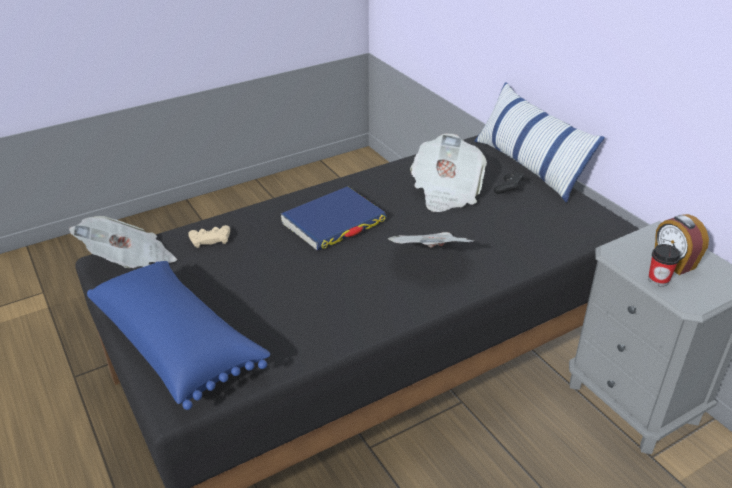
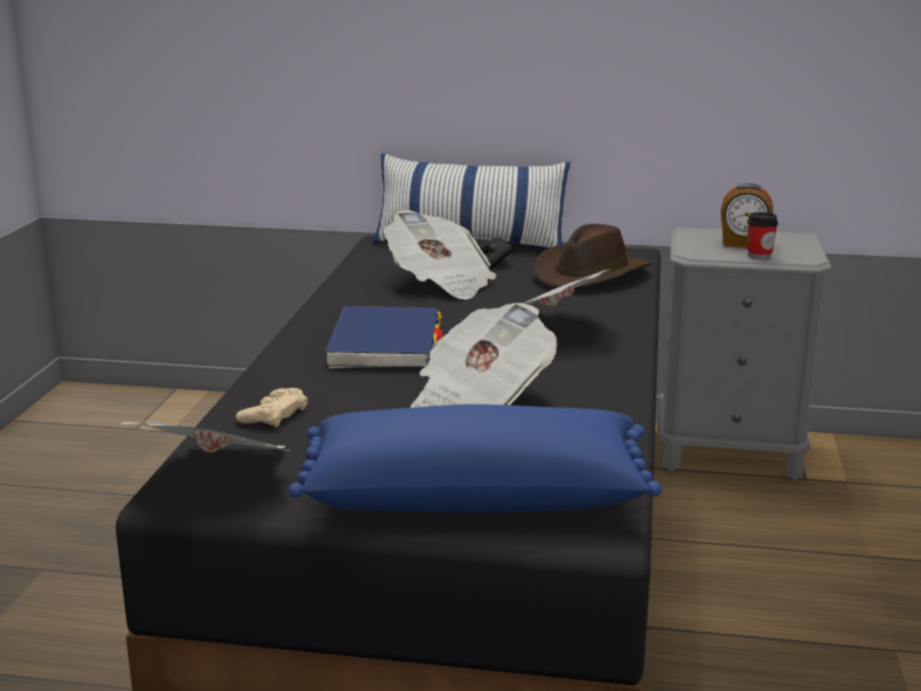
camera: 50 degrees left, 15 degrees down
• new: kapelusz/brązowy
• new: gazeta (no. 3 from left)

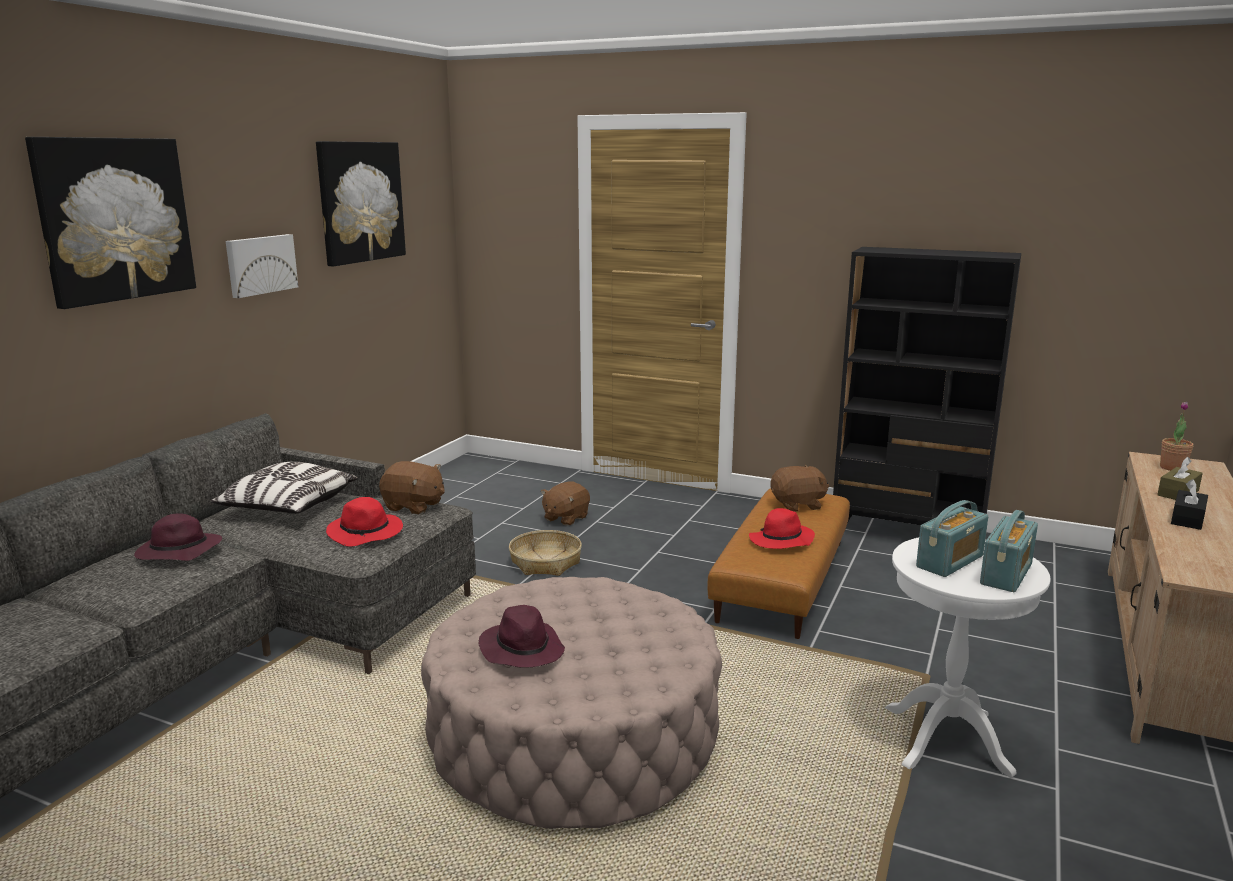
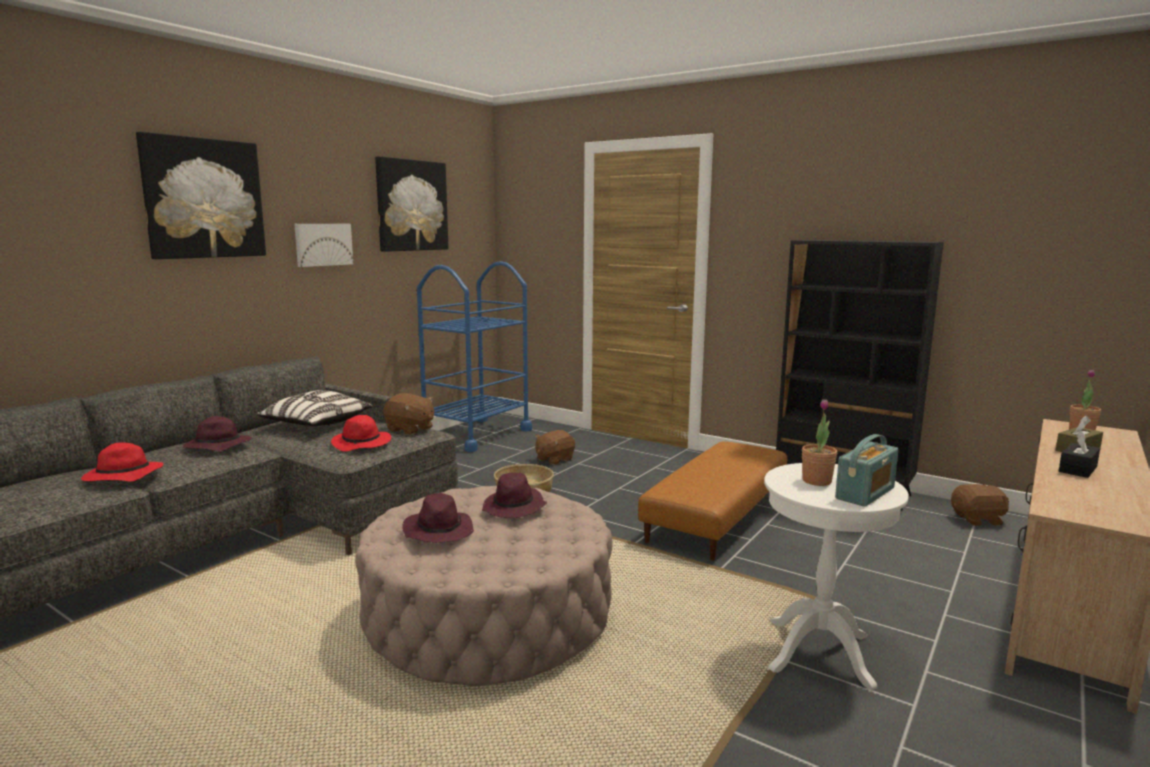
camera: 10 degrees right, 5 degrees down
• shifted: pluszak/brązowy (no. 3 from left)
• swapped: radio (no. 1 from left) to roślina doniczkowa (no. 1 from left)
• shifted: kapelusz/czerwony (no. 2 from left in the first image) to kapelusz/czerwony (no. 1 from left)
• new: wózek/niebieski
• new: kapelusz/fioletowy (no. 3 from left)

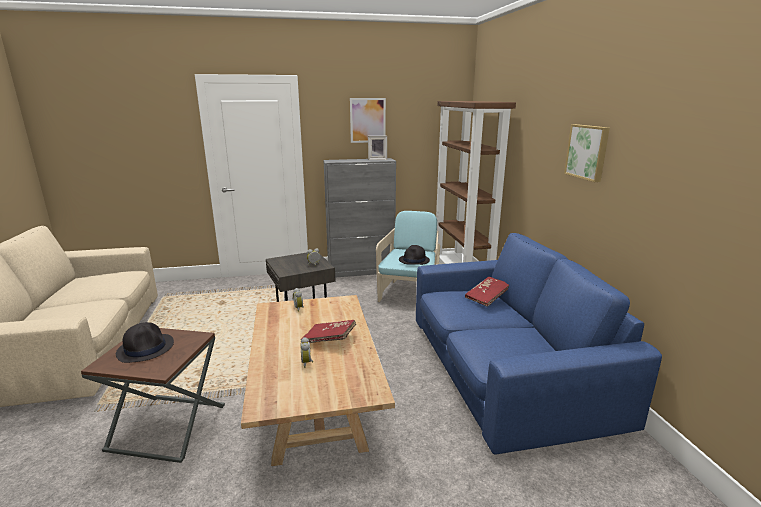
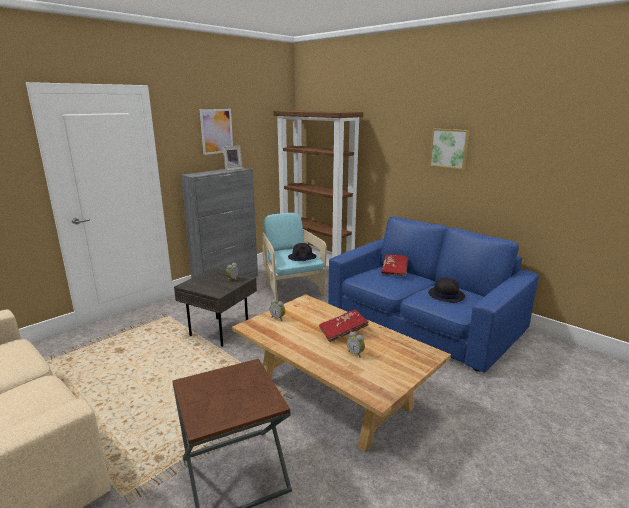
camera: 35 degrees left, 0 degrees up
• shifted: kapelusz/czarny (no. 1 from left in the first image) to kapelusz/czarny (no. 2 from left)

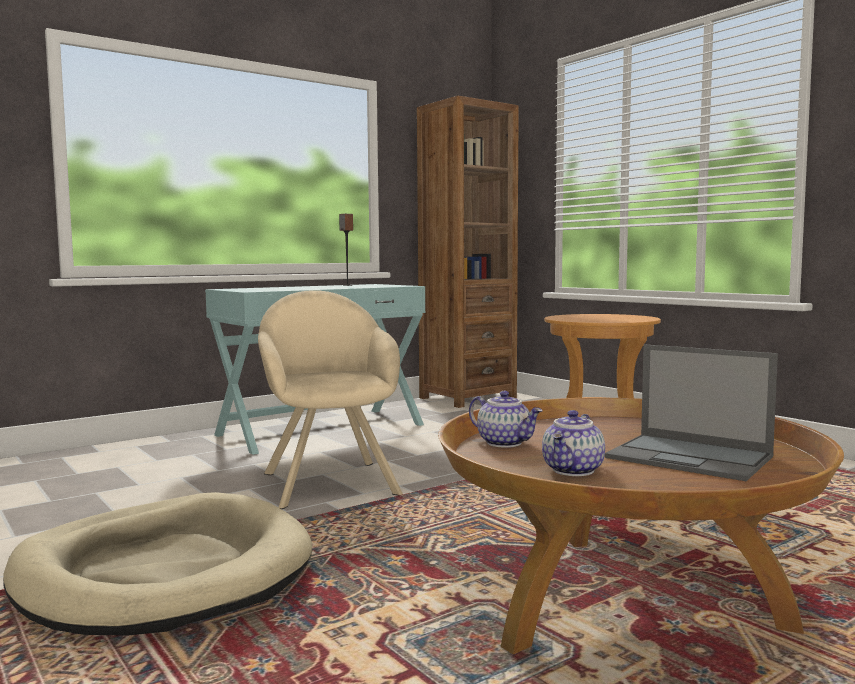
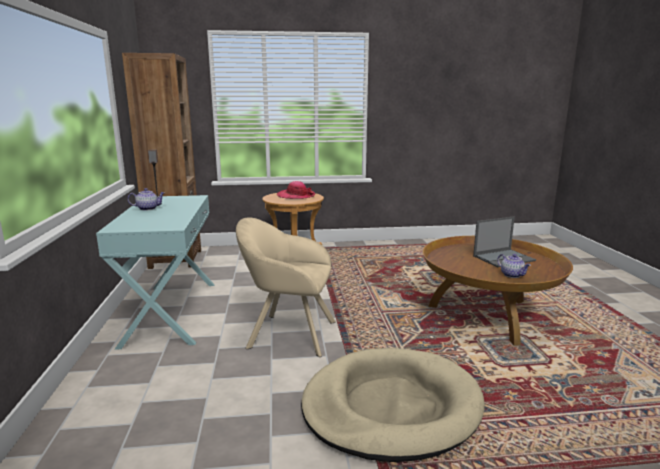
camera: 60 degrees left, 10 degrees up
• shifted: imbryk (no. 1 from left)
• new: kapelusz

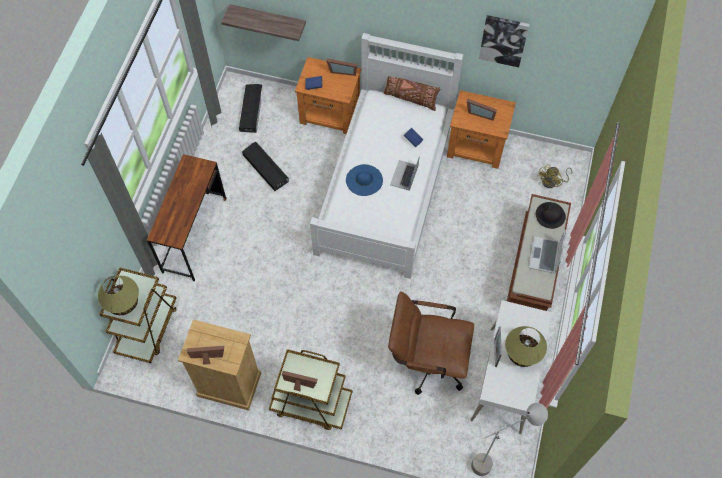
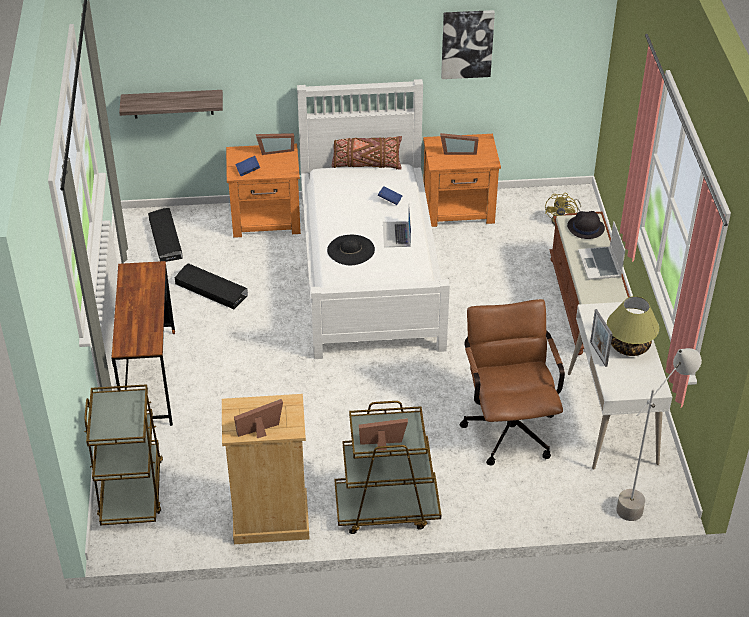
camera: 20 degrees left, 20 degrees down
• repainted: kapelusz/niebieski to kapelusz/czarny (no. 1 from left)
• gone: lampa stołowa (no. 1 from left)
• rotated: krzesło biurowe/brązowy 90 degrees clockwise

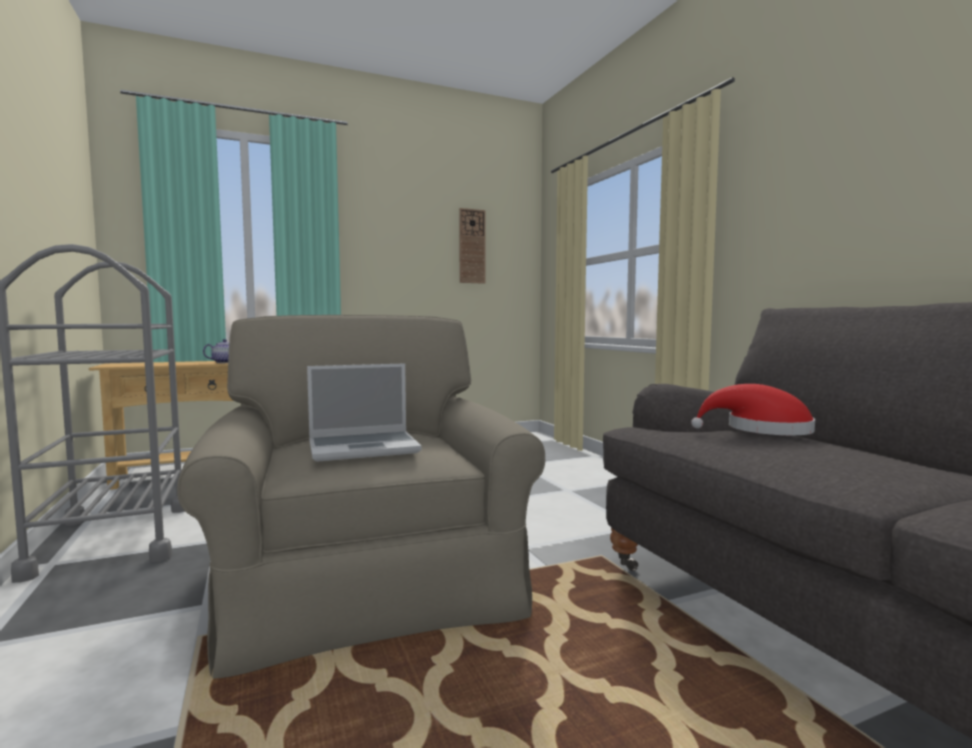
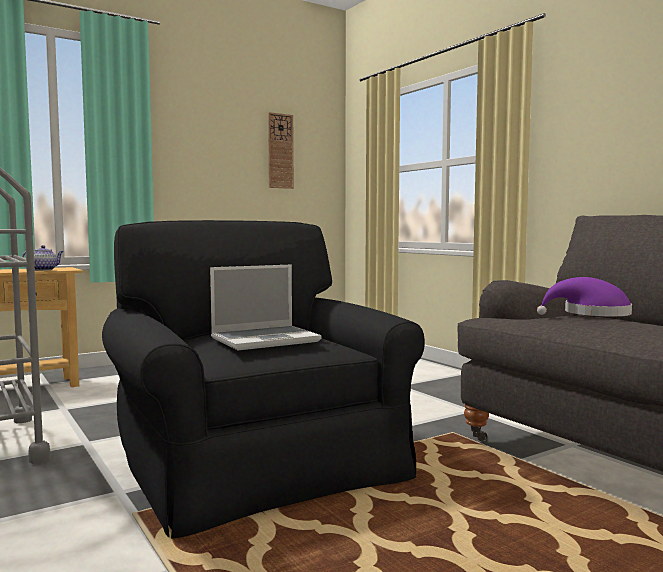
camera: 10 degrees left, 0 degrees up
• repainted: fotel/beżowy to fotel/czarny
• repainted: kapelusz/czerwony to kapelusz/fioletowy

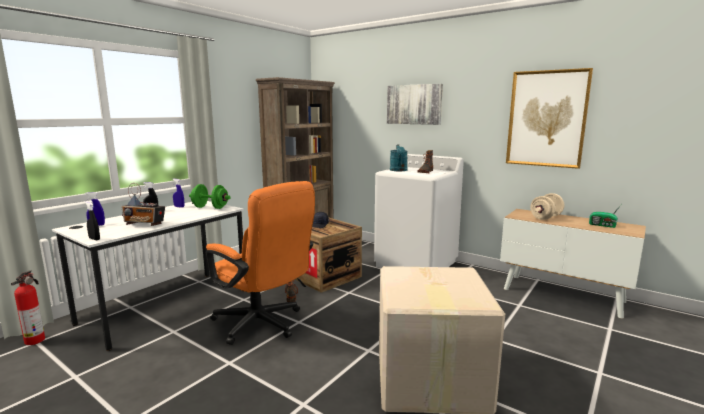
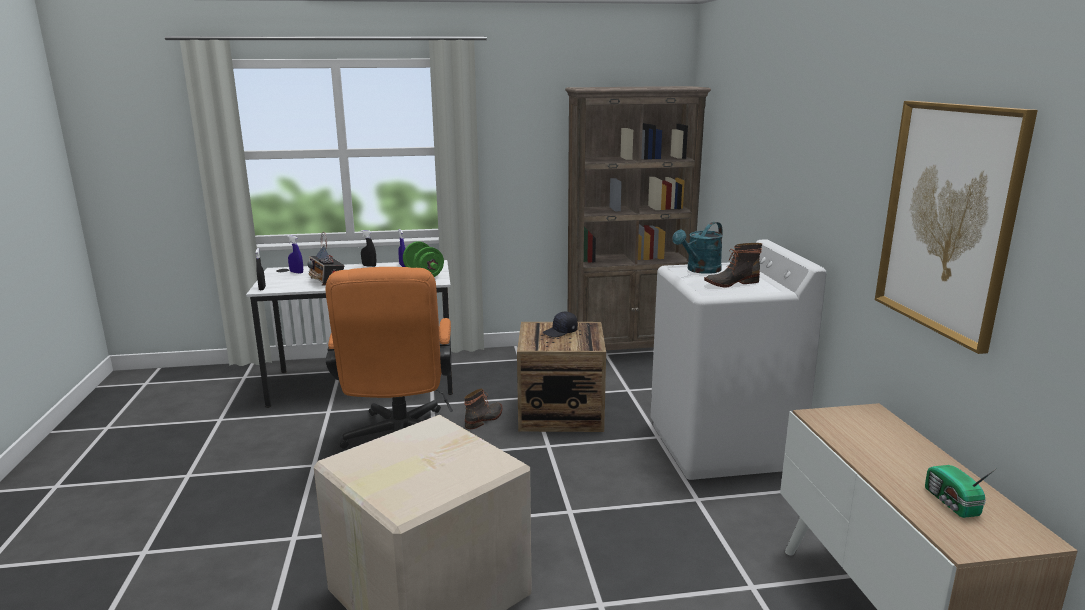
camera: 45 degrees right, 5 degrees up
• gone: obraz (no. 1 from left)
• gone: hantel/beżowy
• gone: gaśnica

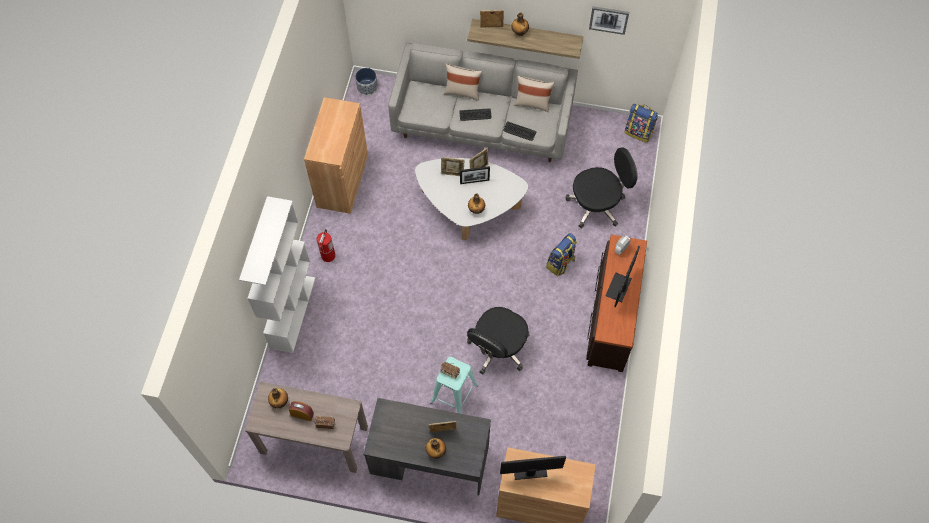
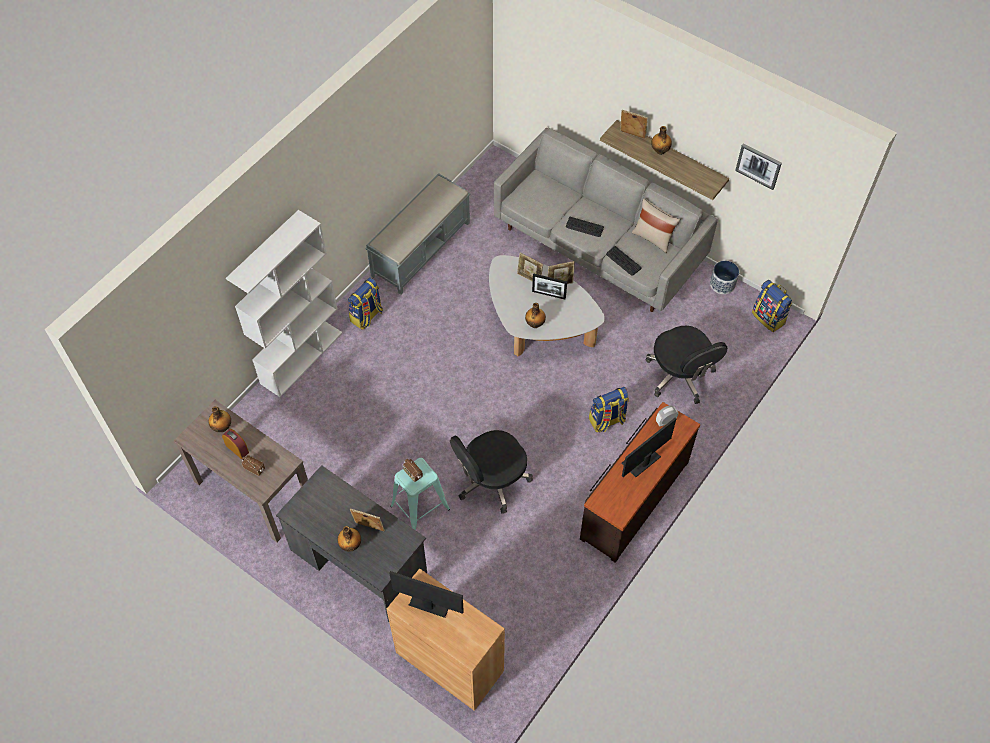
camera: 25 degrees right, 5 degrees down
• gone: poduszka/beżowy (no. 1 from left)
• shifted: donica
• swapped: szafka/brązowy (no. 1 from left) to ławka/szary
• rotated: krzesło biurowe/czarny (no. 2 from left) 60 degrees clockwise
• swapped: gaśnica to plecak (no. 1 from left)

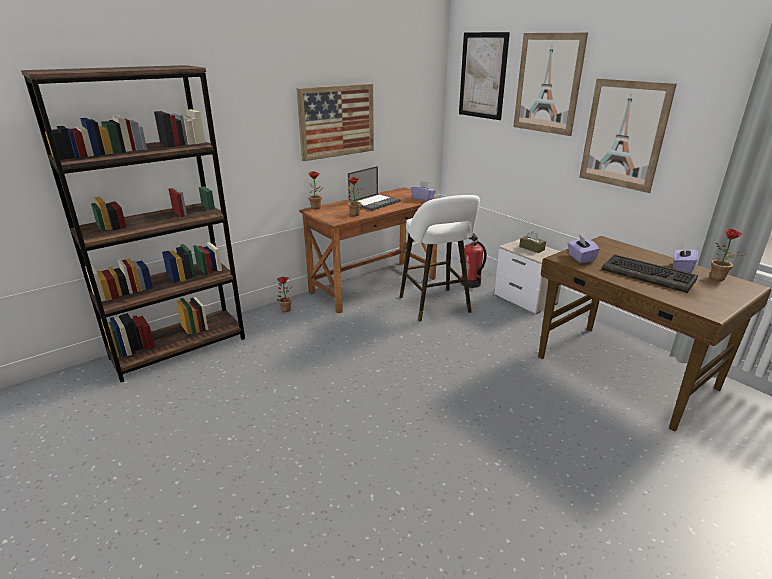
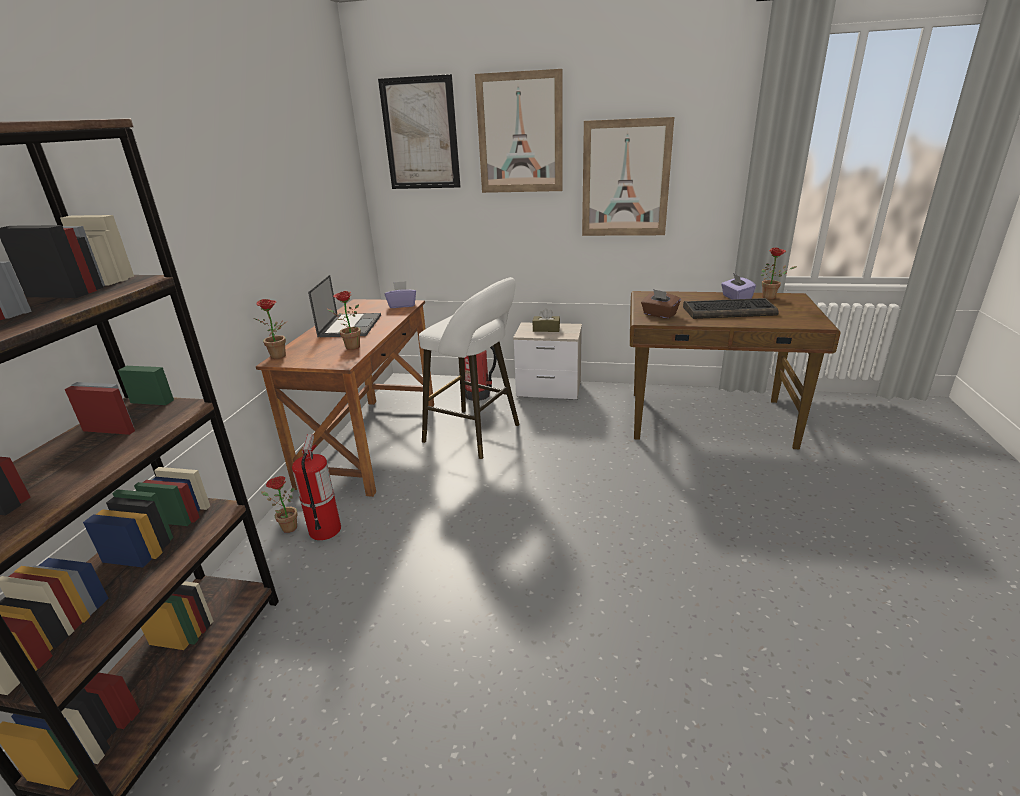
camera: 40 degrees left, 0 degrees up
• gone: obraz (no. 1 from left)
• repainted: pudełko chusteczek/fioletowy (no. 2 from left) to pudełko chusteczek/brązowy (no. 2 from left)
• new: gaśnica (no. 1 from left)

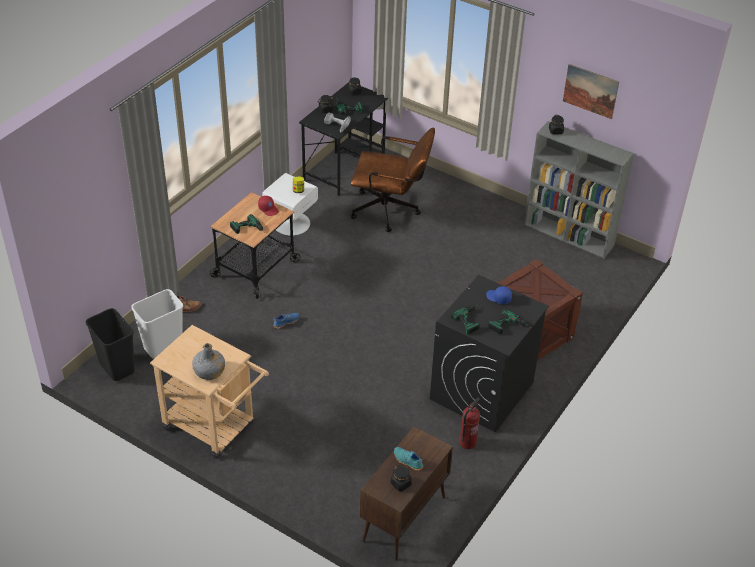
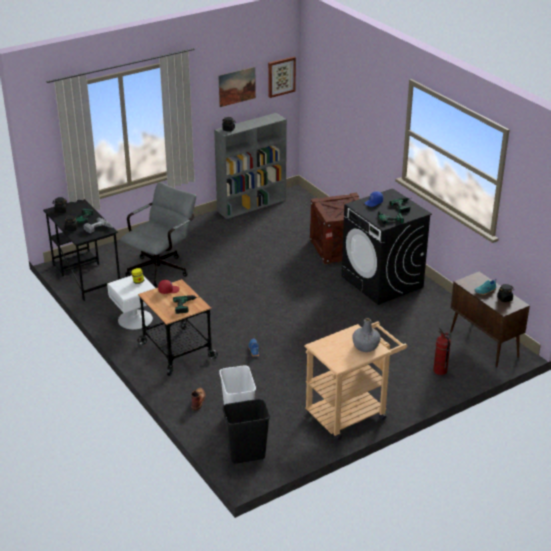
camera: 65 degrees left, 10 degrees down
• repainted: krzesło biurowe/brązowy to krzesło biurowe/szary
• shifted: gaśnica
• new: obraz (no. 2 from left)

